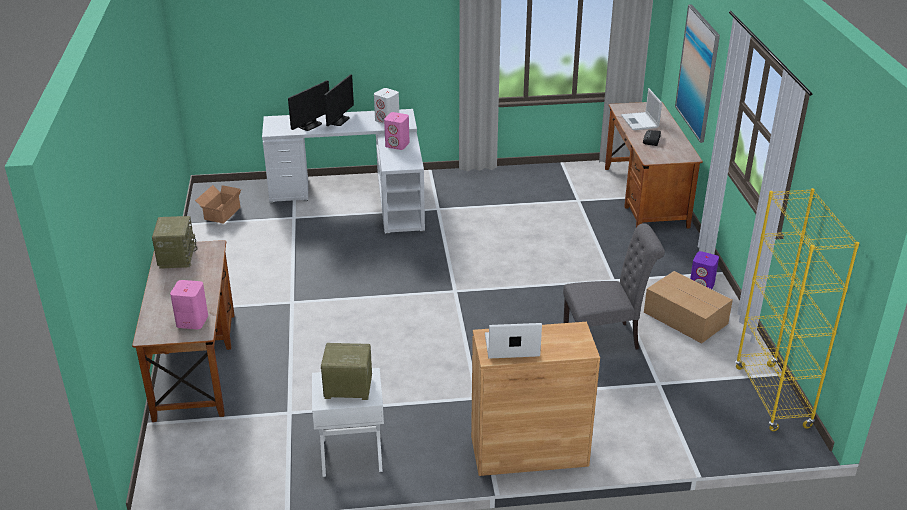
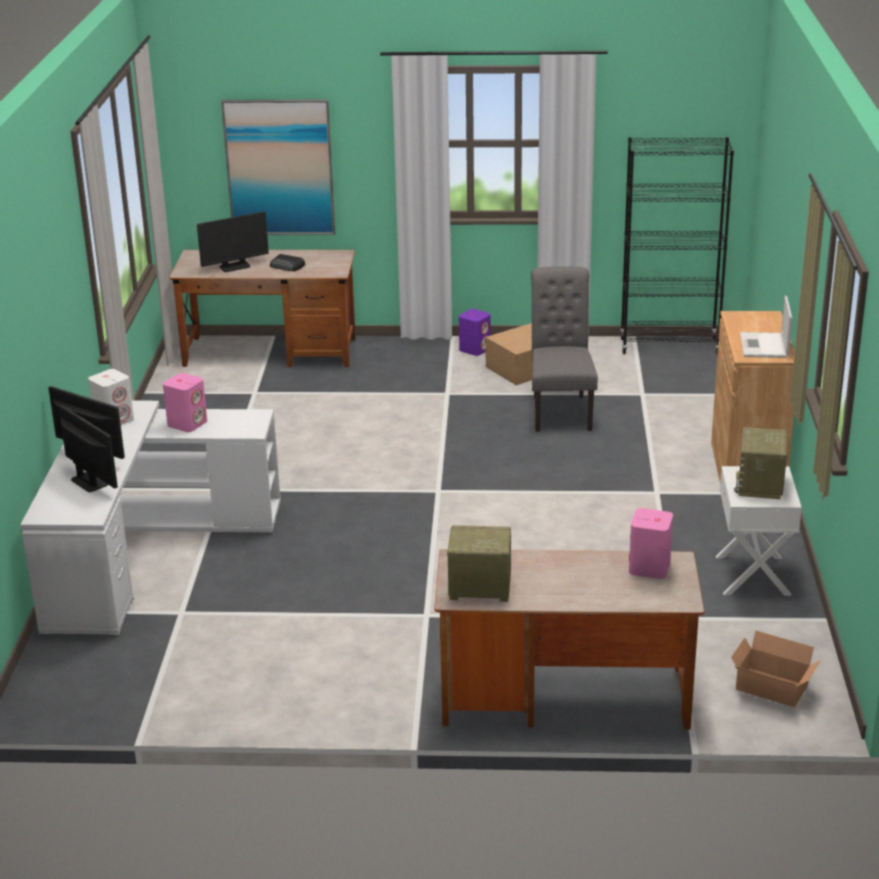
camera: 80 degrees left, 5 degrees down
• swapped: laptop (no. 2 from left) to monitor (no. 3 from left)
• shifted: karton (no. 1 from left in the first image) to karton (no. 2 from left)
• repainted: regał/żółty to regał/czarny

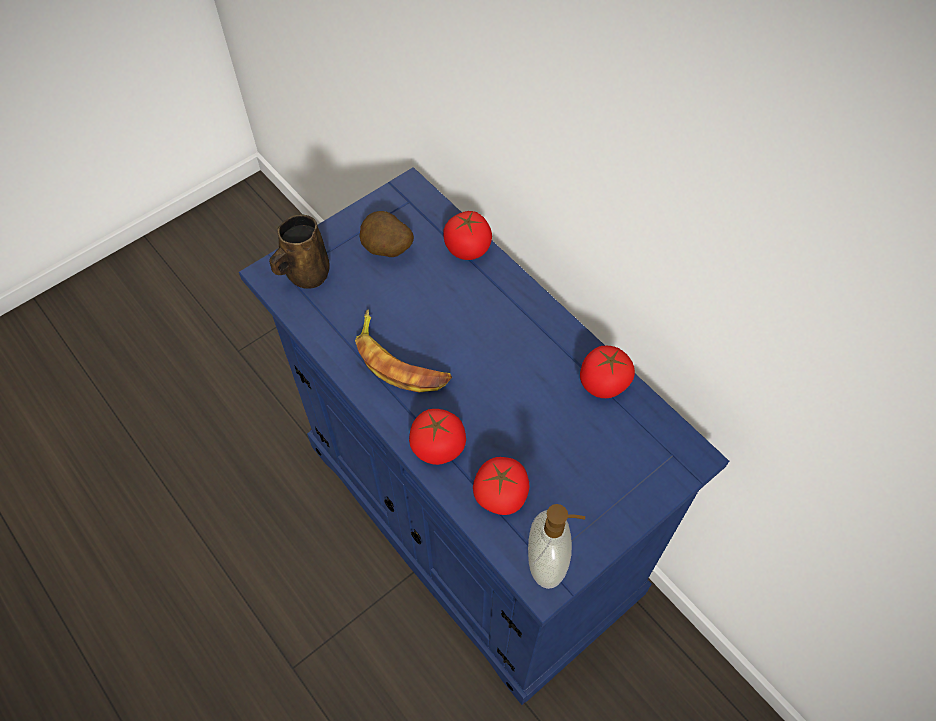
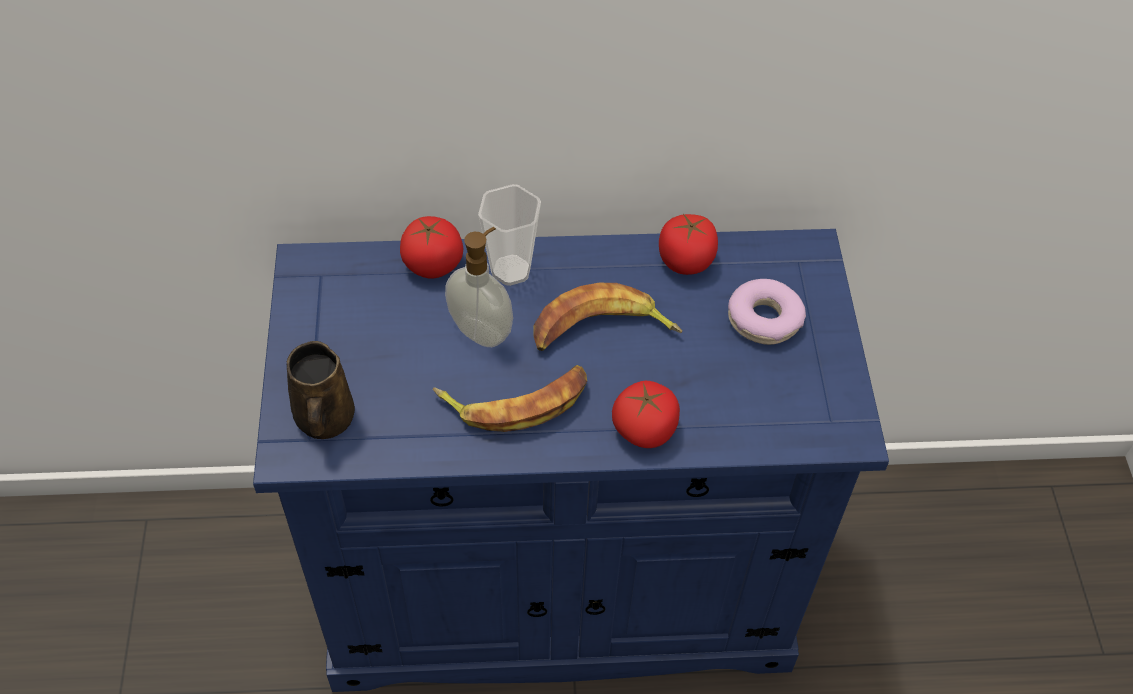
camera: 55 degrees left, 5 degrees down
• gone: ziemniak
• gone: pomidor (no. 3 from left)
• shifted: dozownik mydła
• new: filiżanka
• new: donut
• new: banan (no. 2 from left)

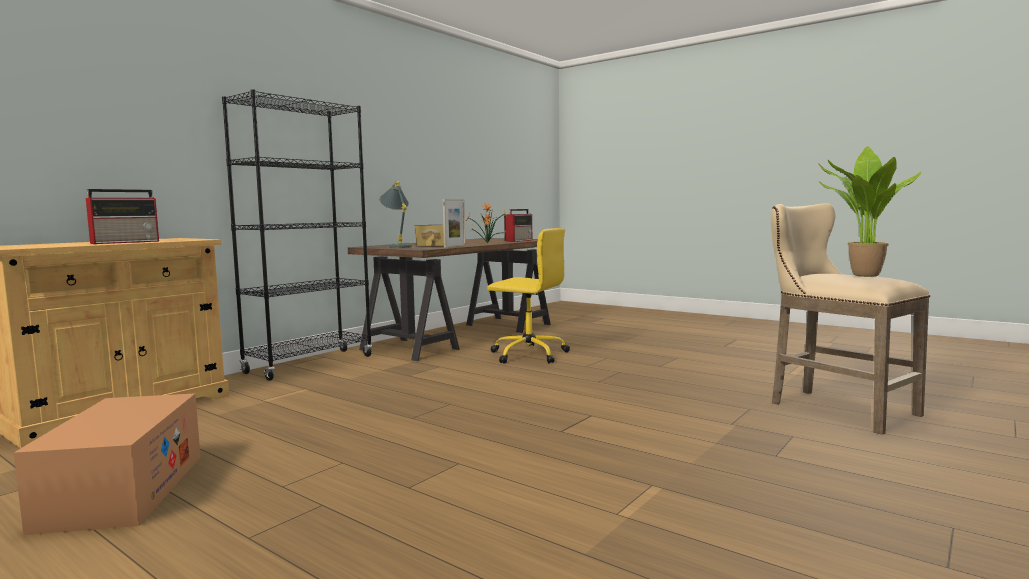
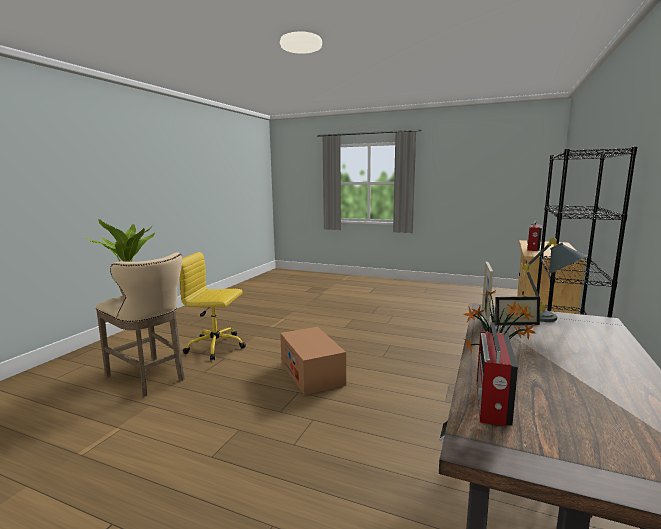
camera: 165 degrees right, 5 degrees up
• shifted: krzesło biurowe/żółty
• shifted: karton

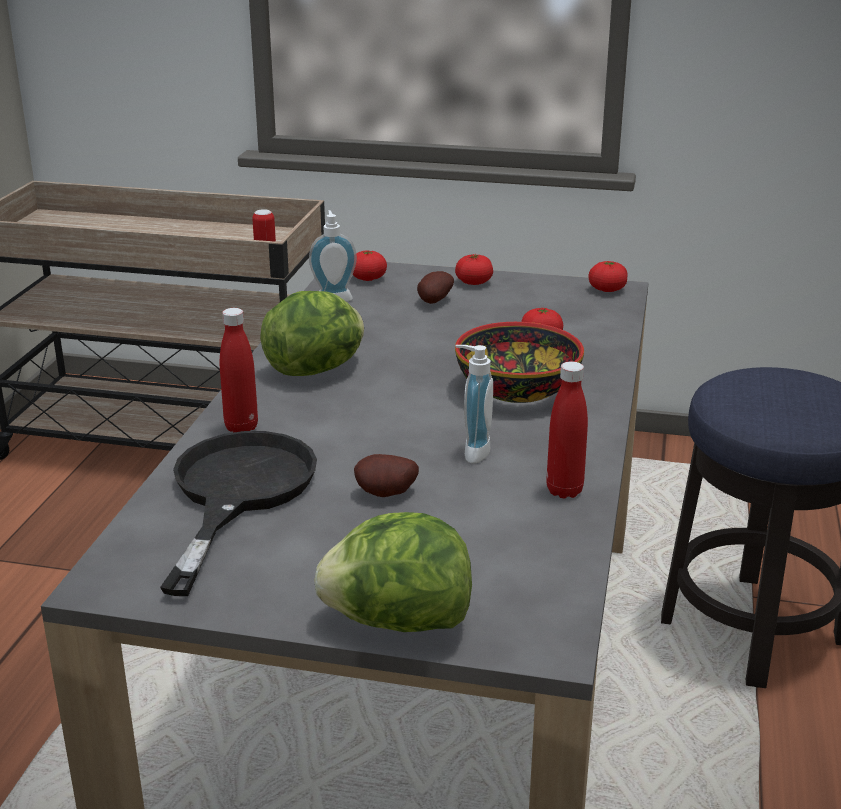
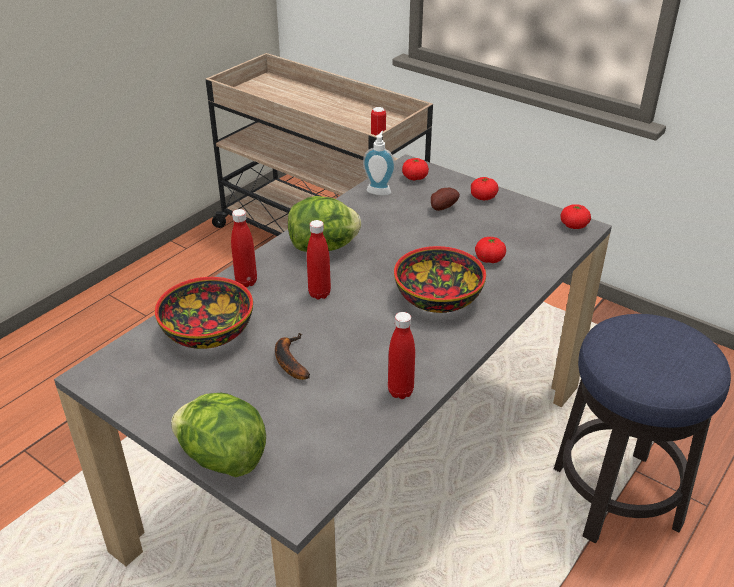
camera: 25 degrees right, 10 degrees up
• gone: dozownik mydła (no. 2 from left)
• swapped: patelnia/czarny to miska (no. 1 from left)
• swapped: ziemniak (no. 1 from left) to banan
• new: butelka/czerwony (no. 2 from left)

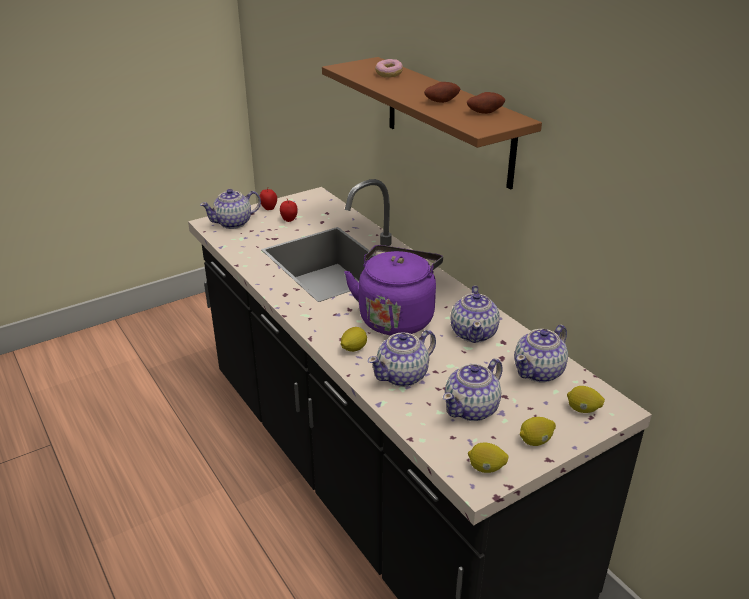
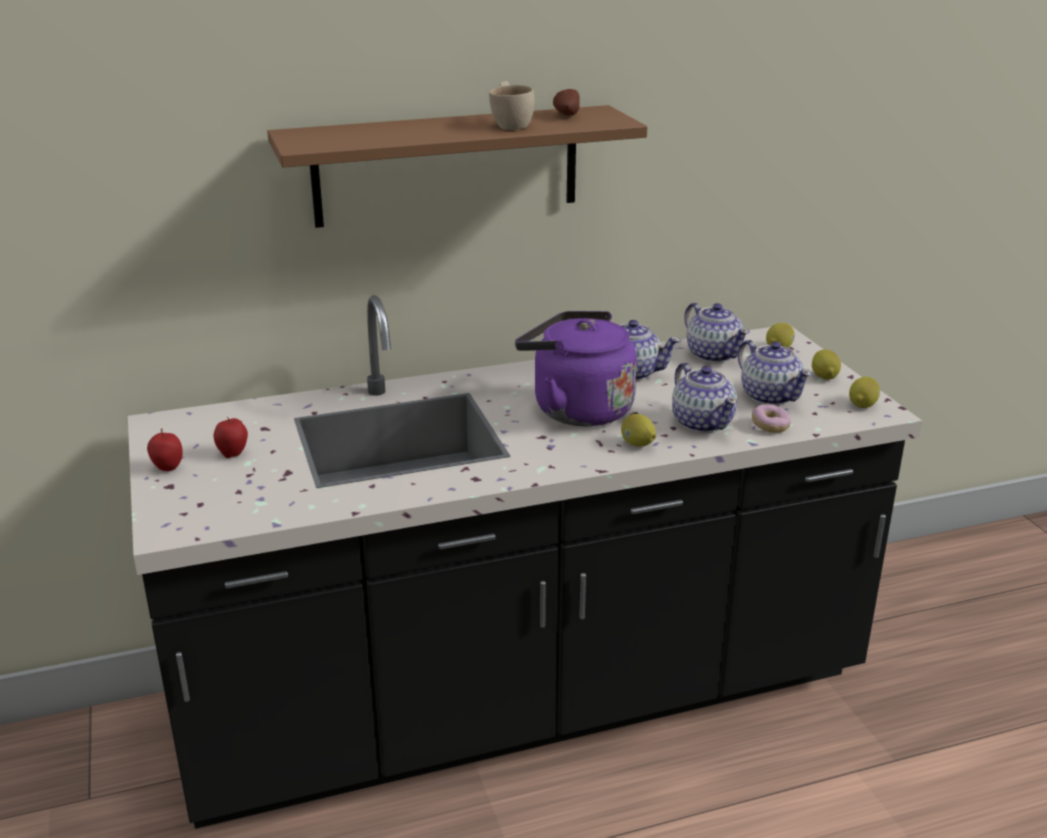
camera: 75 degrees left, 5 degrees down
• shifted: donut
• swapped: ziemniak (no. 1 from left) to filiżanka/beżowy
• gone: imbryk (no. 1 from left)

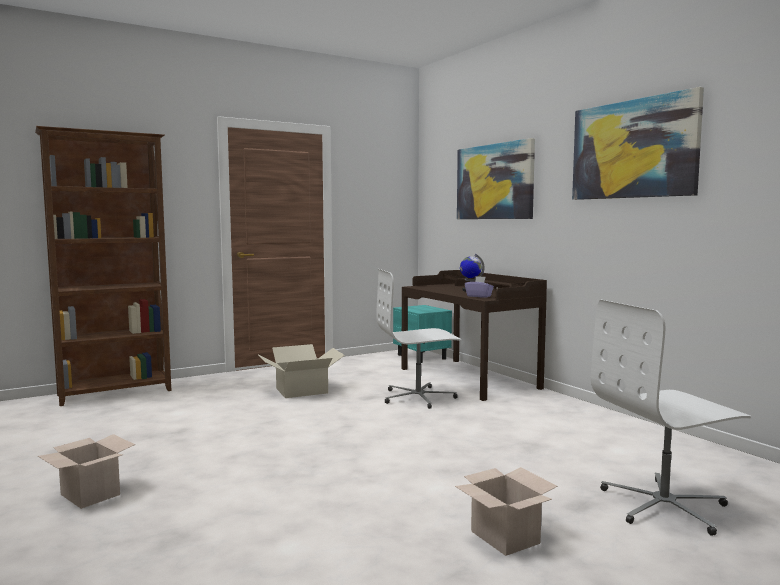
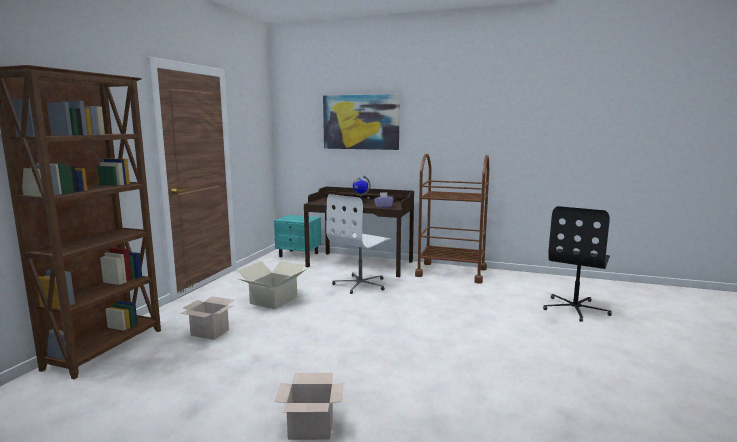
camera: 40 degrees left, 5 degrees up
• gone: obraz (no. 2 from left)
• repainted: krzesło biurowe/biały (no. 2 from left) to krzesło biurowe/czarny
• shifted: karton (no. 3 from left in the first image) to karton (no. 1 from left)
• new: wózek/brązowy

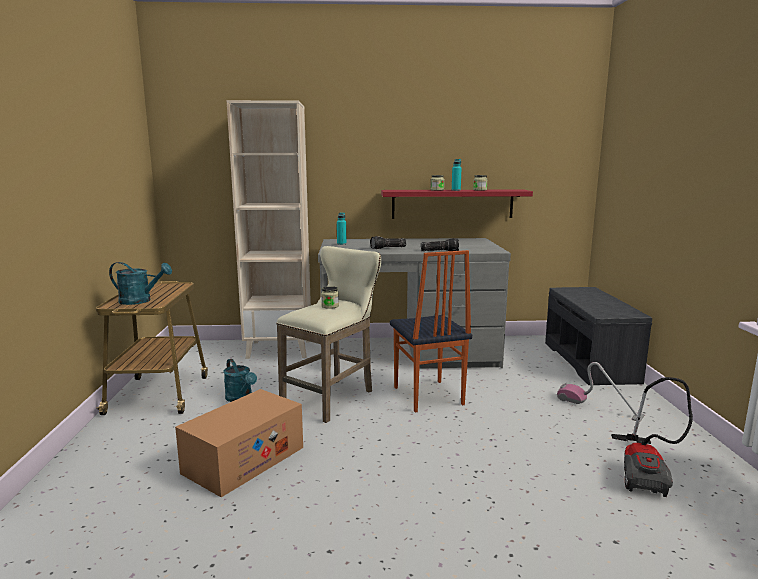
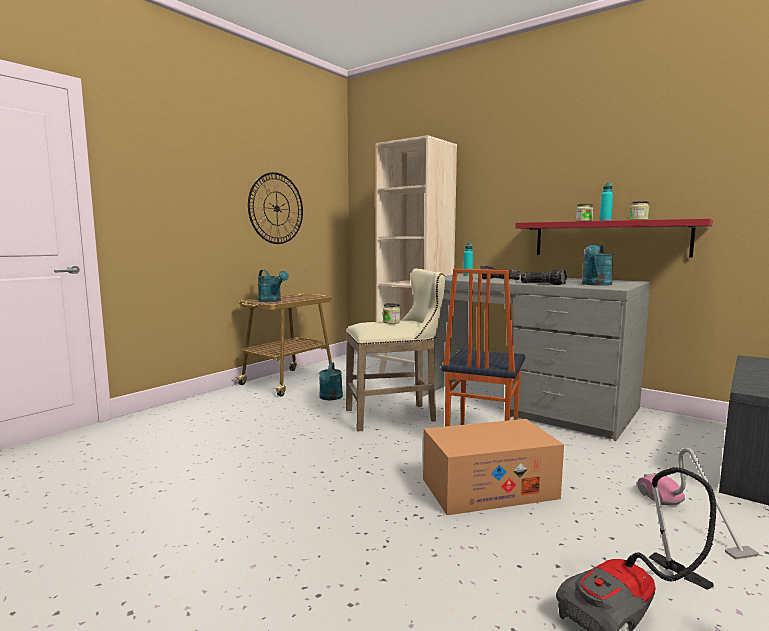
camera: 40 degrees right, 5 degrees down
• shifted: karton
• new: zegar ścienny
• new: konewka/turkusowy (no. 3 from left)

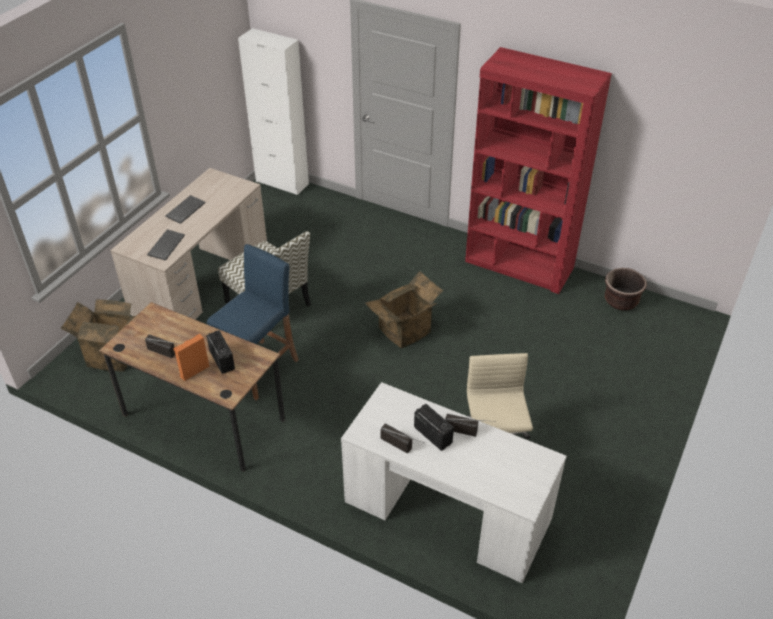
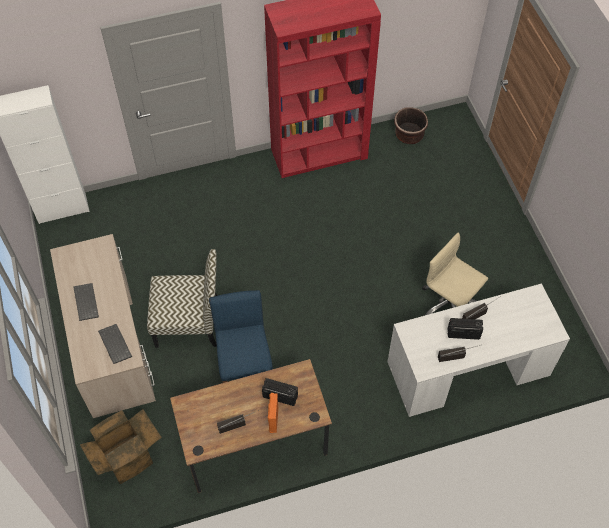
camera: 45 degrees left, 15 degrees up
• gone: karton (no. 2 from left)

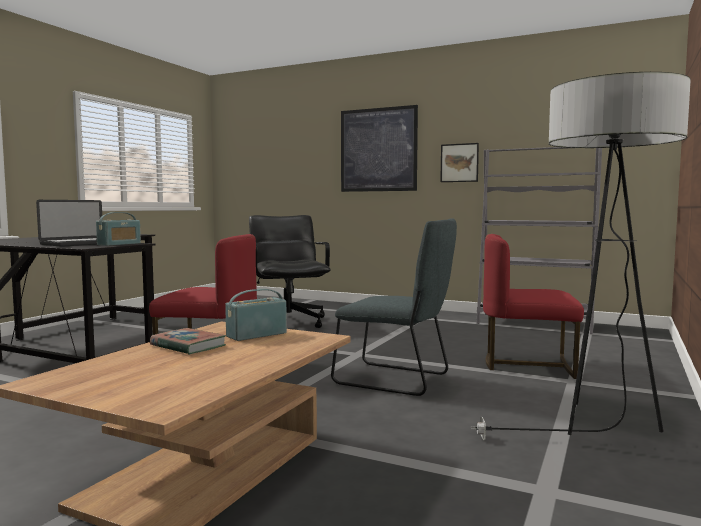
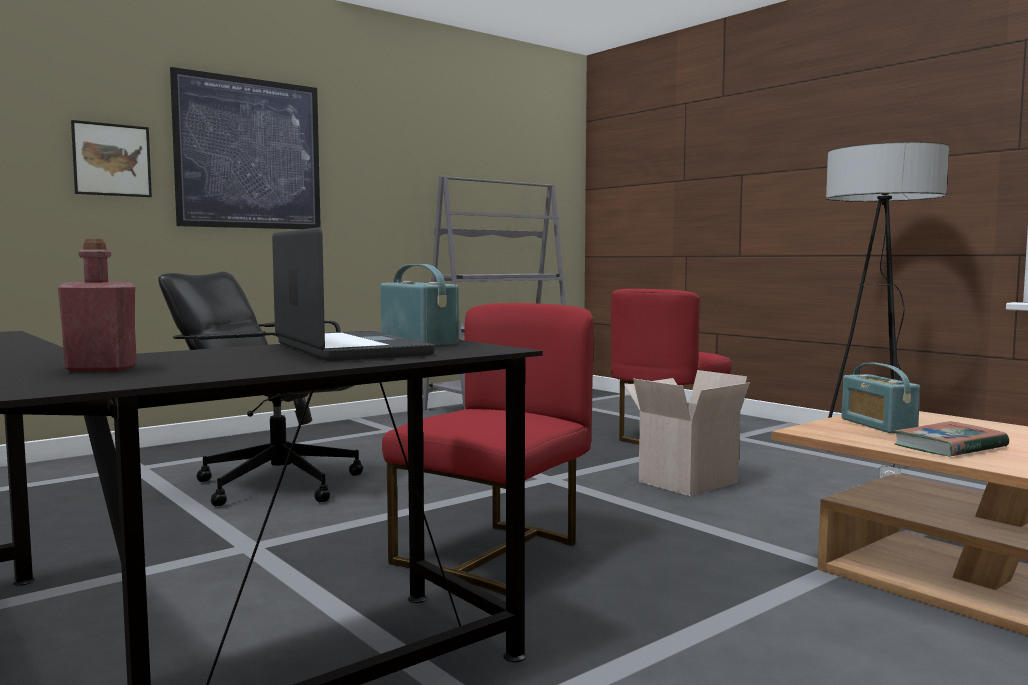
camera: 65 degrees left, 0 degrees up
• shifted: obraz (no. 2 from left in the first image) to obraz (no. 1 from left)
• swapped: krzesło/szary to karton
• new: butelka/czerwony

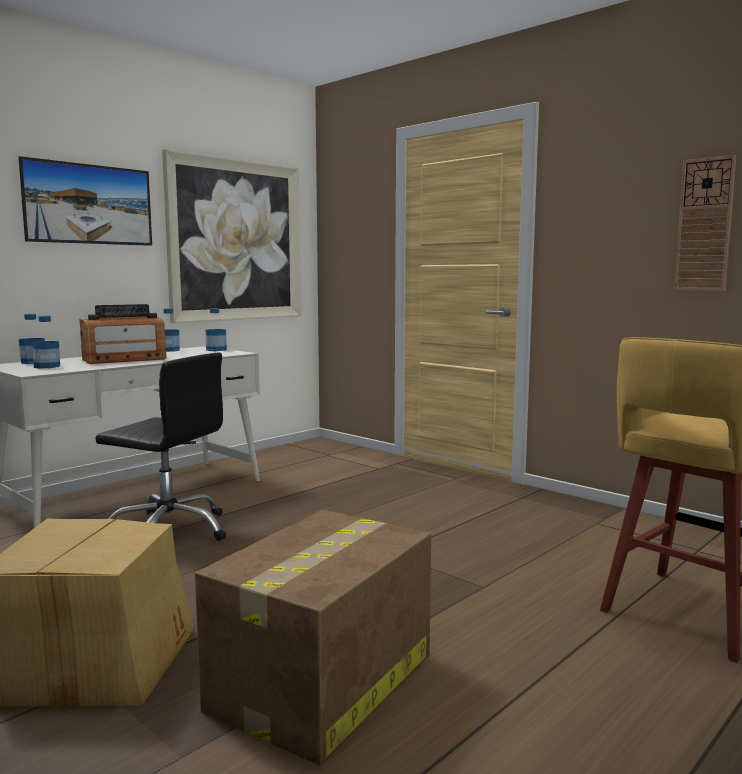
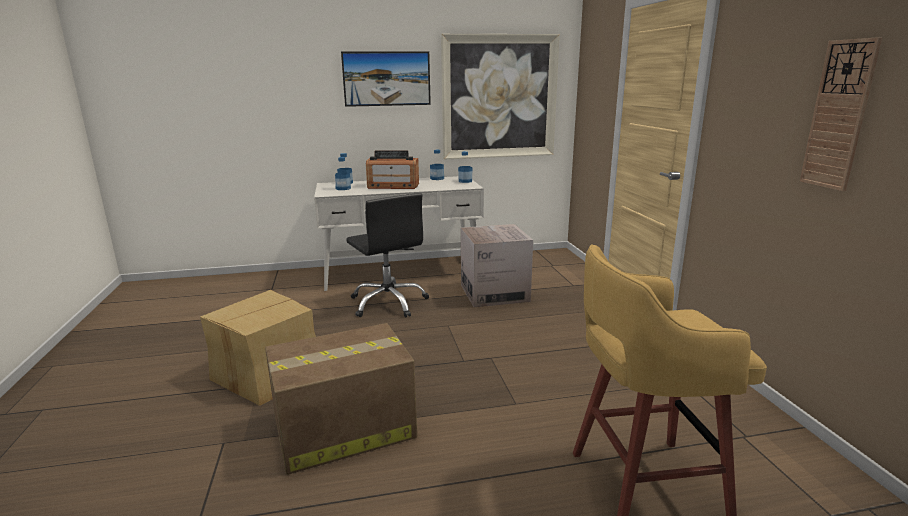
camera: 35 degrees right, 10 degrees up
• new: karton (no. 3 from left)

